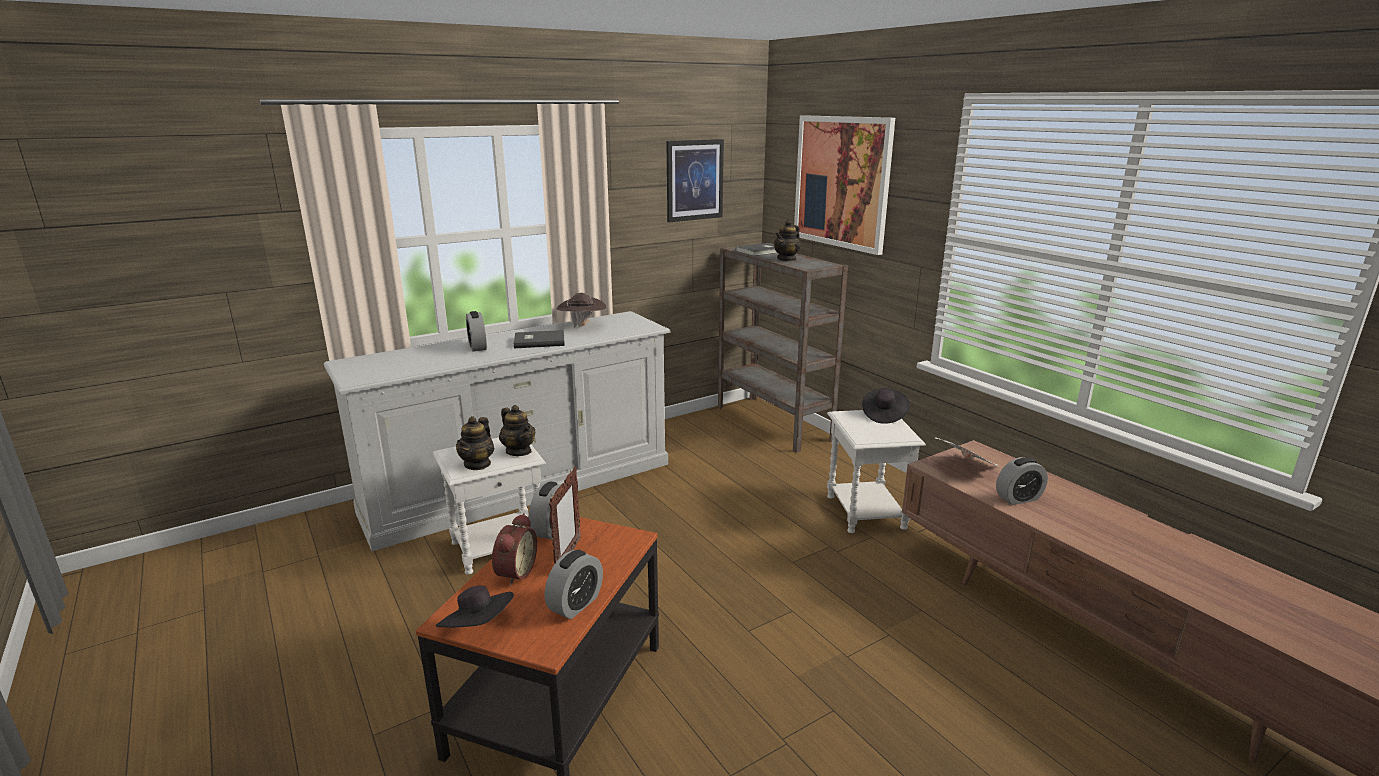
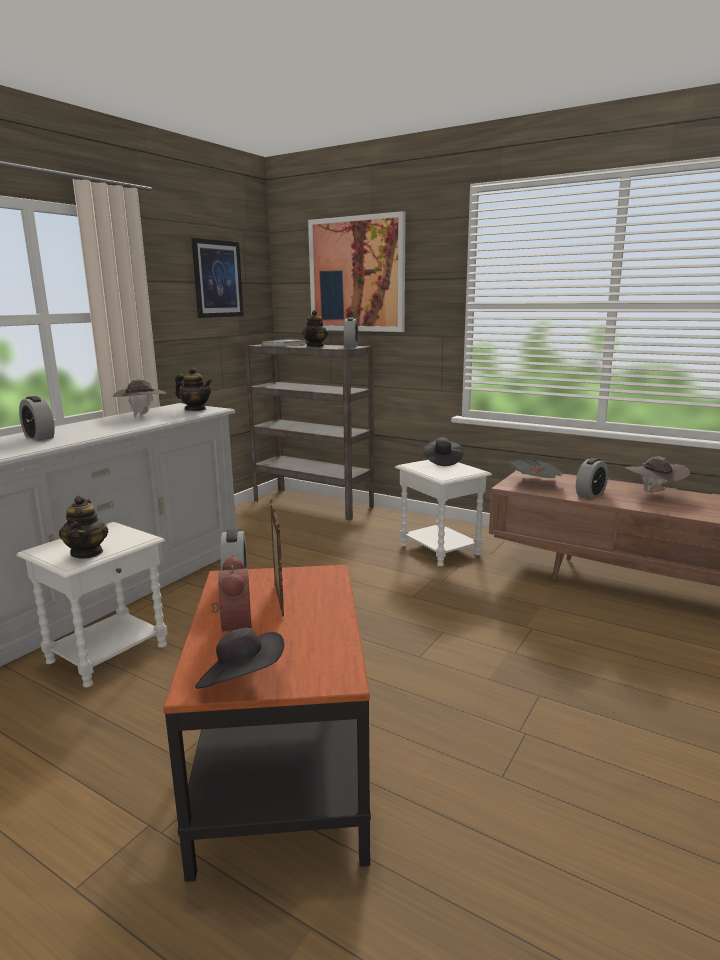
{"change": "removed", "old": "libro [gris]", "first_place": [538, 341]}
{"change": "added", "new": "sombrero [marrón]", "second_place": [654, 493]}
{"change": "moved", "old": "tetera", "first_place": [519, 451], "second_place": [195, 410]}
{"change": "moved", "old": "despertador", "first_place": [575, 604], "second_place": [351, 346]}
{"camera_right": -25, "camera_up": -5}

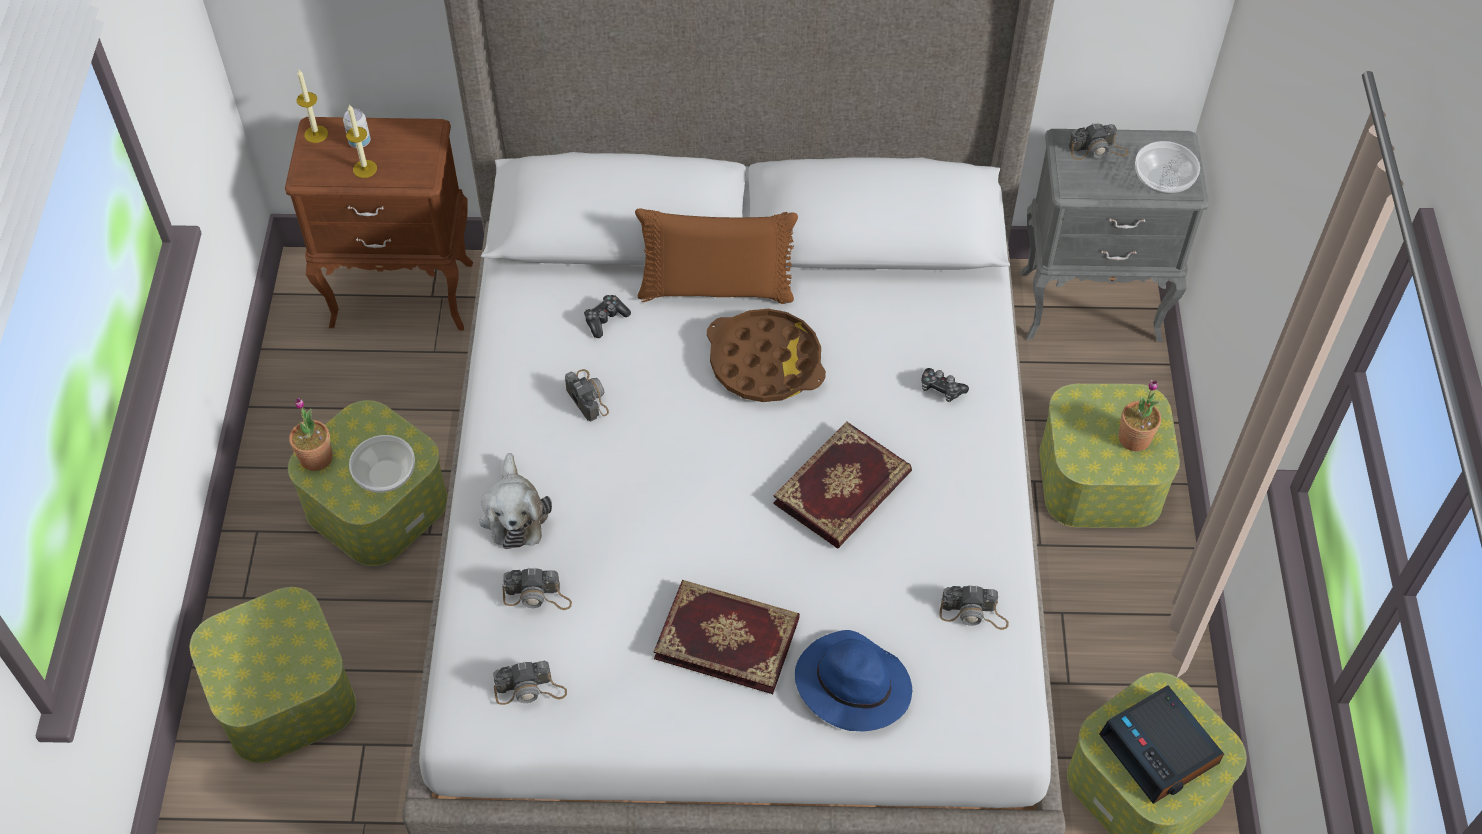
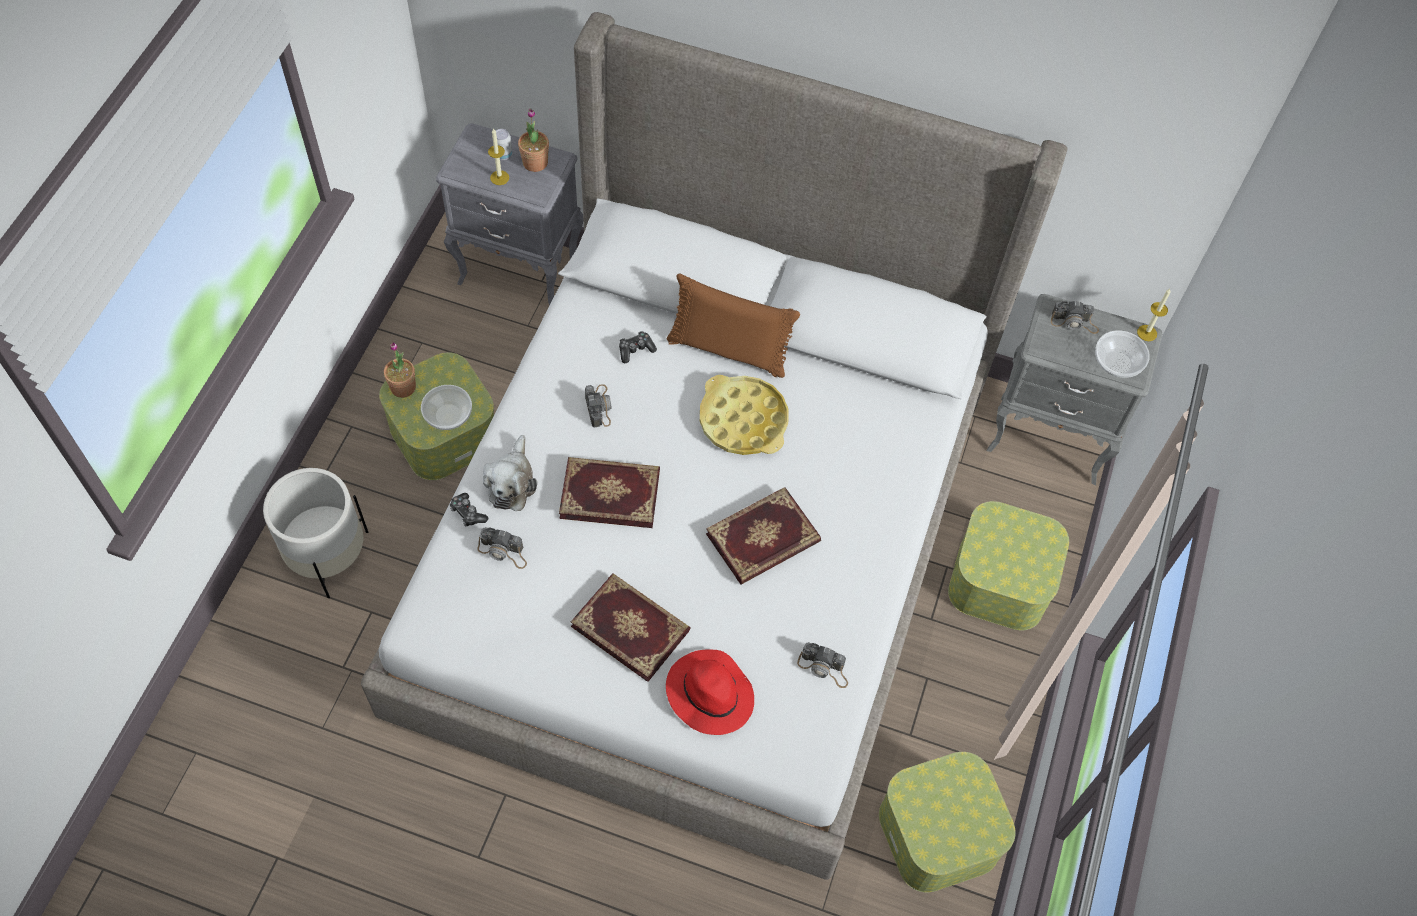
{"change": "removed", "old": "cámara", "first_place": [530, 689]}
{"change": "removed", "old": "despertador", "first_place": [1160, 750]}
{"change": "added", "new": "libro", "second_place": [610, 492]}
{"change": "moved", "old": "vela", "first_place": [316, 134], "second_place": [1147, 333]}
{"change": "moved", "old": "mando de consola", "first_place": [941, 389], "second_place": [467, 513]}
{"change": "moved", "old": "planta en maceta", "first_place": [1134, 438], "second_place": [535, 162]}
{"change": "replaced", "old": "caja de almacenaje", "new": "maceta [blanco]", "first_place": [283, 694], "second_place": [327, 556]}
{"change": "recoloured", "old": "mesita de noche [marrón]", "new": "mesita de noche [gris]", "first_place": [403, 294], "second_place": [520, 273]}
{"change": "recoloured", "old": "bandeja [marrón]", "new": "bandeja [amarillo]", "first_place": [765, 362], "second_place": [743, 420]}
{"change": "recoloured", "old": "sombrero [azul]", "new": "sombrero [rojo]", "first_place": [851, 685], "second_place": [709, 693]}
{"camera_right": 15, "camera_up": 5}

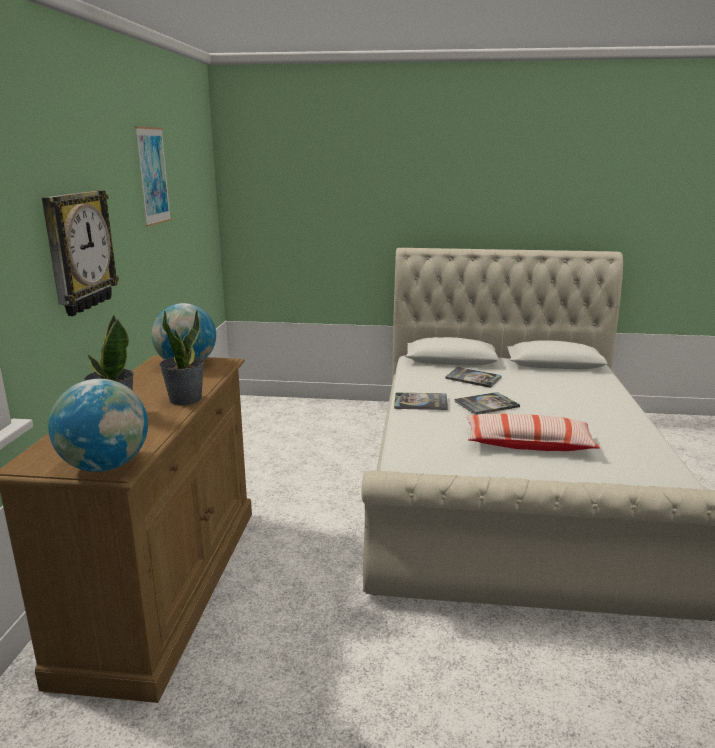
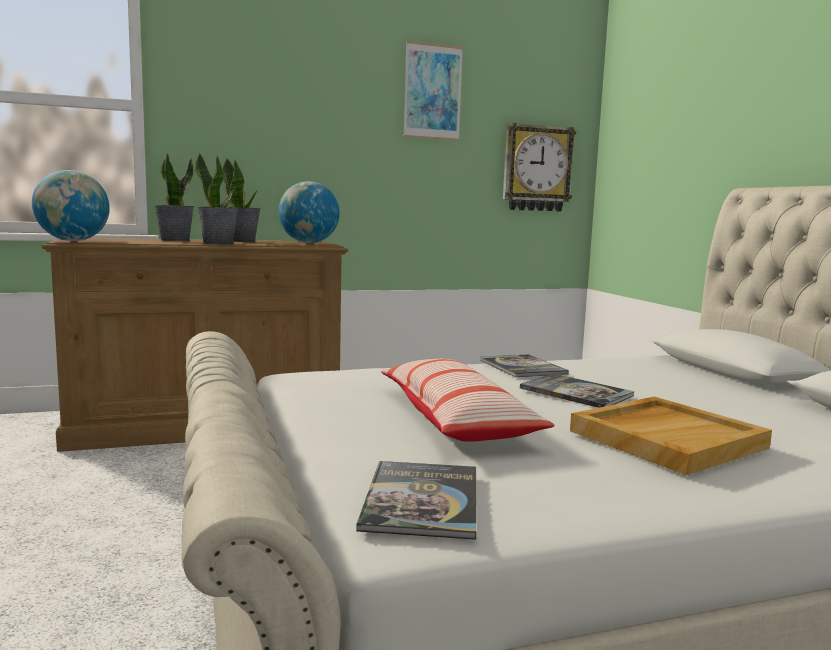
{"change": "added", "new": "planta en maceta", "second_place": [242, 241]}
{"change": "added", "new": "bandeja [beis]", "second_place": [666, 439]}
{"change": "moved", "old": "reloj de pared", "first_place": [78, 251], "second_place": [536, 168]}
{"change": "moved", "old": "libro", "first_place": [473, 378], "second_place": [422, 500]}
{"camera_right": 65, "camera_up": -10}

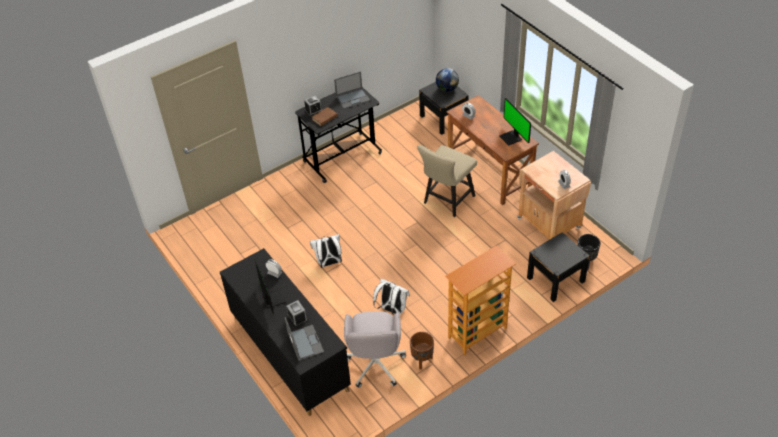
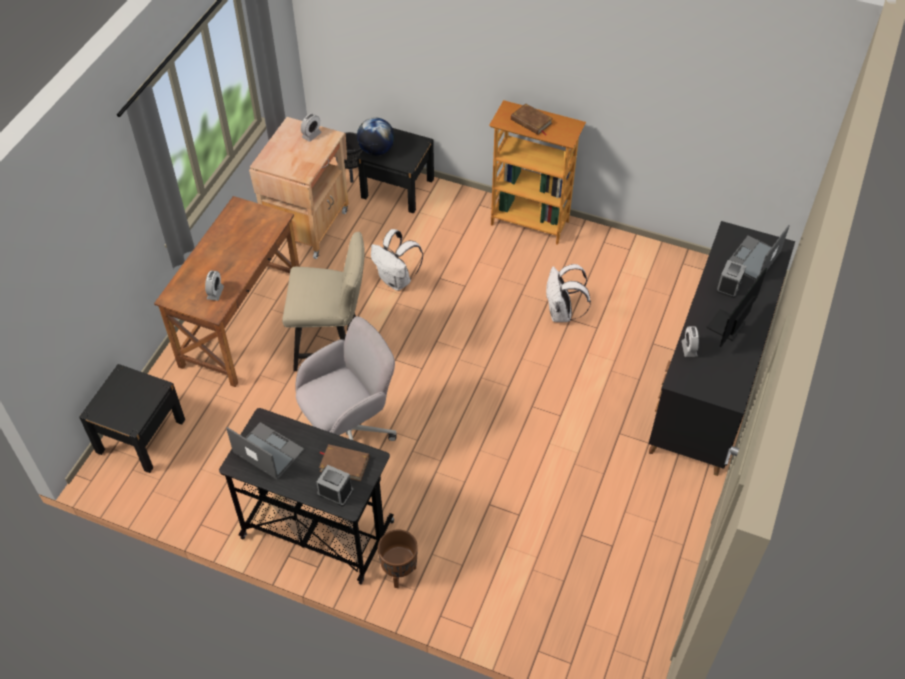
{"change": "removed", "old": "monitor", "first_place": [511, 138]}
{"change": "added", "new": "libro [marrón]", "second_place": [531, 122]}
{"change": "moved", "old": "mochila [blanco]", "first_place": [329, 263], "second_place": [397, 280]}
{"change": "moved", "old": "silla de oficina [gris]", "first_place": [375, 365], "second_place": [350, 436]}
{"change": "moved", "old": "maceta [marrón]", "first_place": [422, 361], "second_place": [400, 572]}
{"change": "moved", "old": "globo terráqueo", "first_place": [447, 89], "second_place": [376, 150]}
{"camera_right": -125, "camera_up": 5}

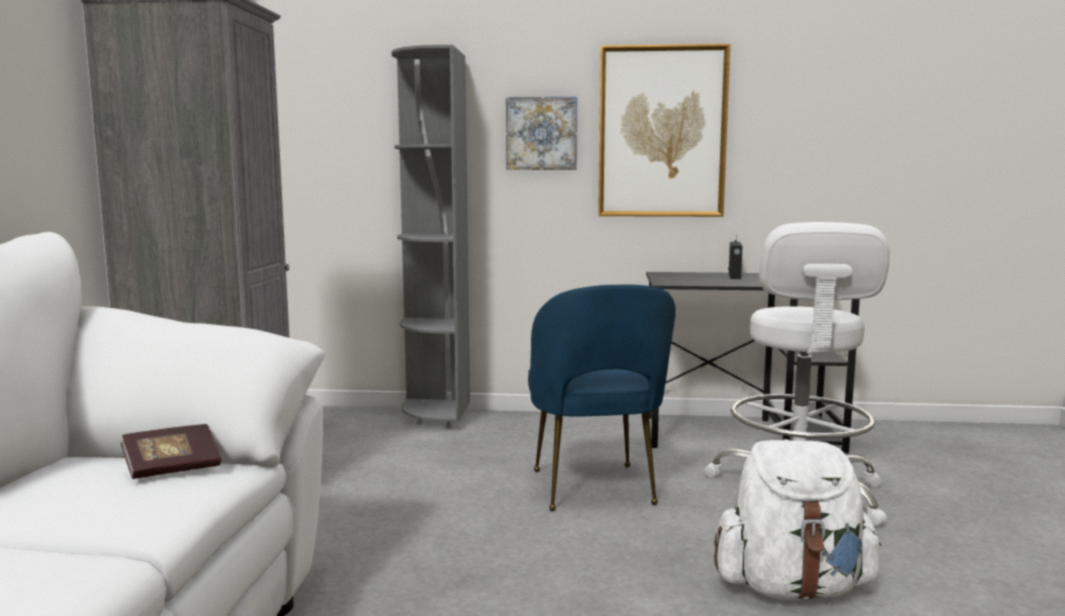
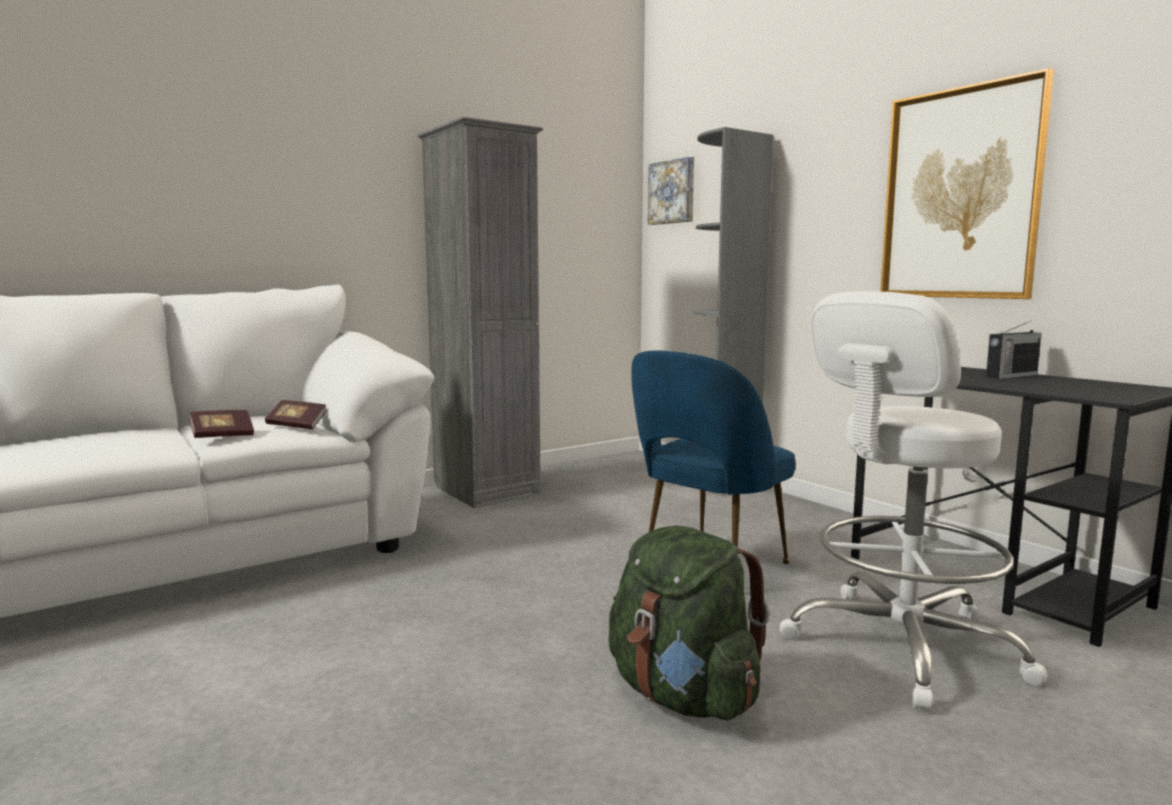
{"change": "added", "new": "libro", "second_place": [222, 436]}
{"change": "moved", "old": "cuadro", "first_place": [541, 134], "second_place": [672, 192]}
{"change": "recoloured", "old": "mochila [blanco]", "new": "mochila [verde]", "first_place": [792, 588], "second_place": [683, 695]}
{"camera_right": 50, "camera_up": 0}

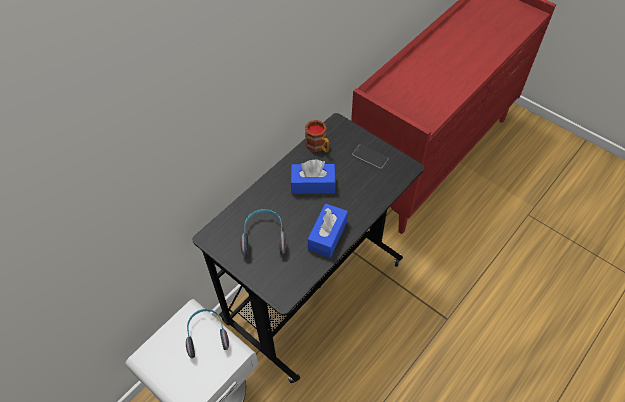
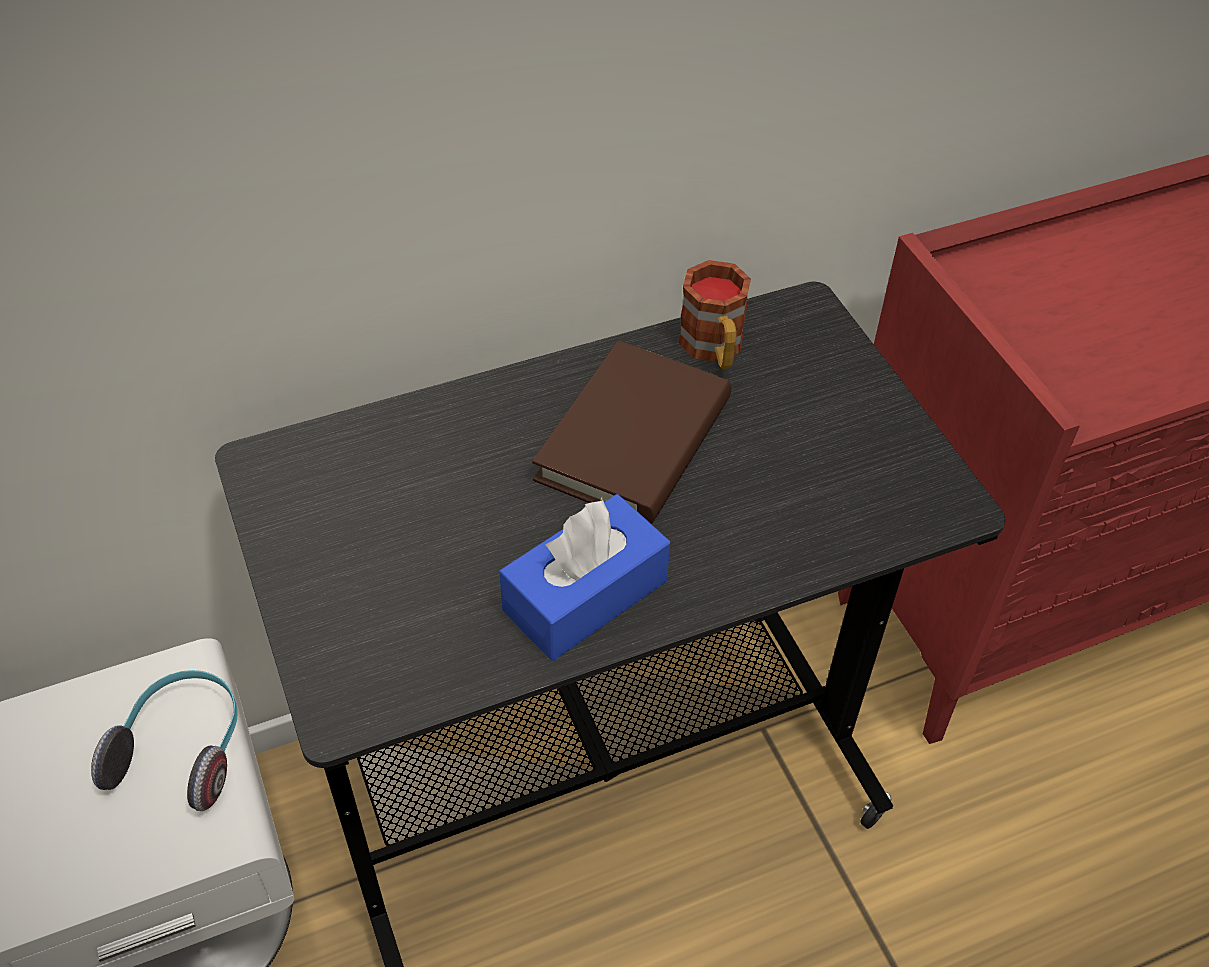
{"change": "removed", "old": "auriculares", "first_place": [264, 237]}
{"change": "removed", "old": "móvil", "first_place": [370, 156]}
{"change": "replaced", "old": "caja de pañuelos [azul]", "new": "libro [marrón]", "first_place": [313, 184], "second_place": [634, 440]}
{"camera_right": 25, "camera_up": -5}

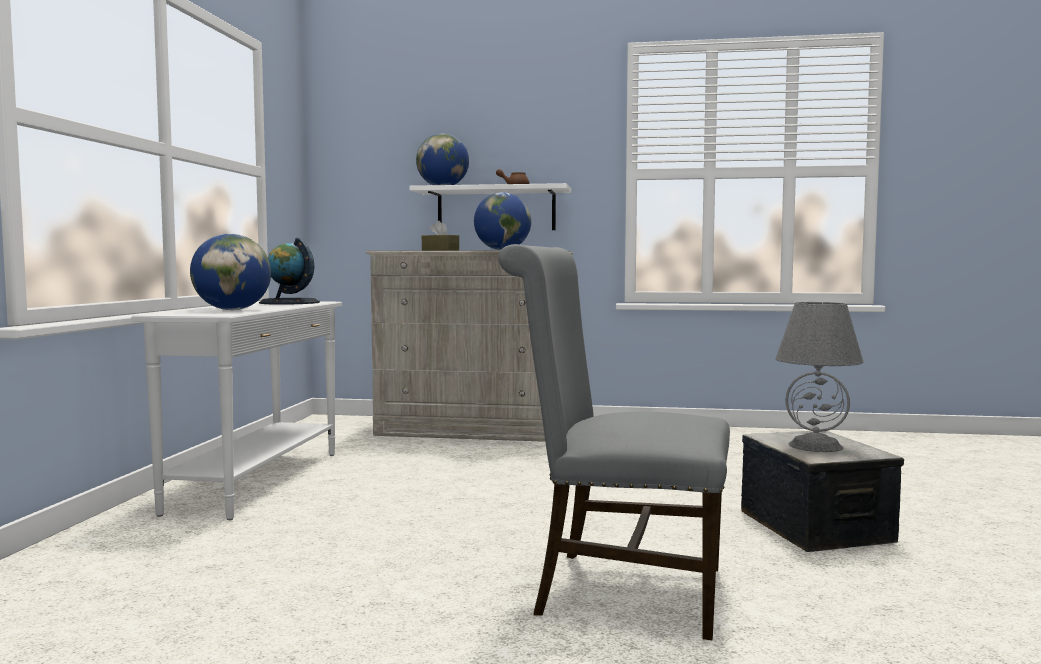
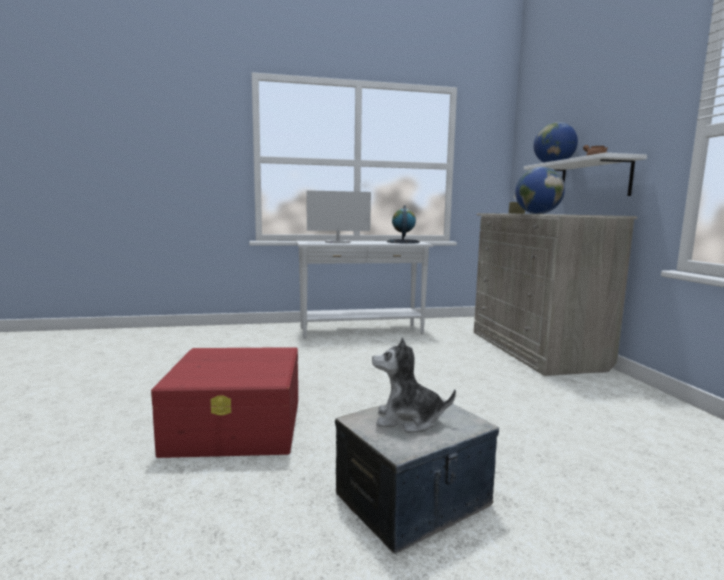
{"change": "replaced", "old": "globo terráqueo", "new": "monitor", "first_place": [232, 310], "second_place": [338, 242]}
{"change": "replaced", "old": "silla [gris]", "new": "caja de almacenaje [rojo]", "first_place": [617, 589], "second_place": [237, 425]}
{"change": "replaced", "old": "lámpara de mesa [gris]", "new": "peluche", "first_place": [816, 445], "second_place": [408, 420]}
{"camera_right": 70, "camera_up": 5}

